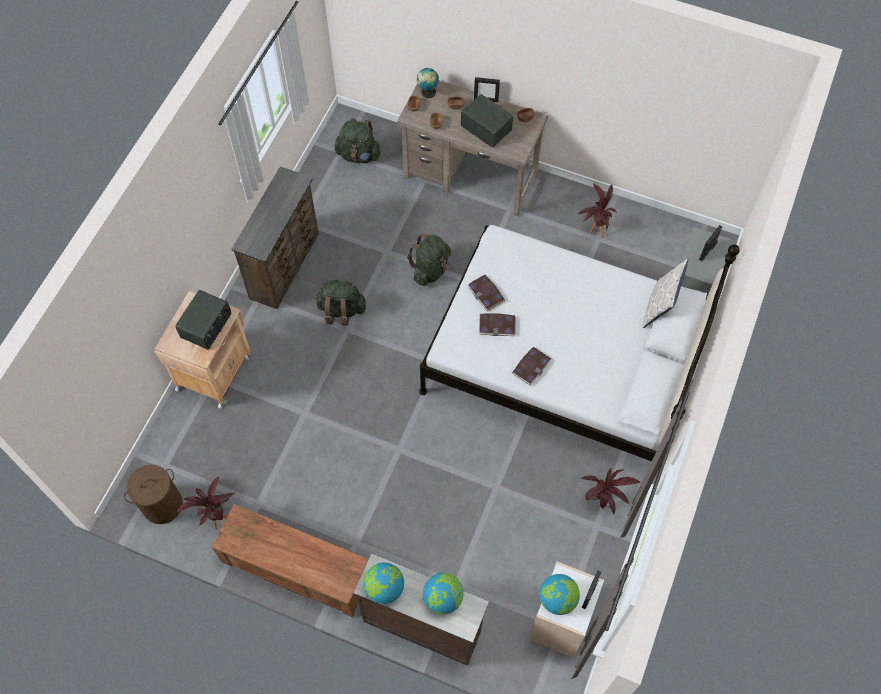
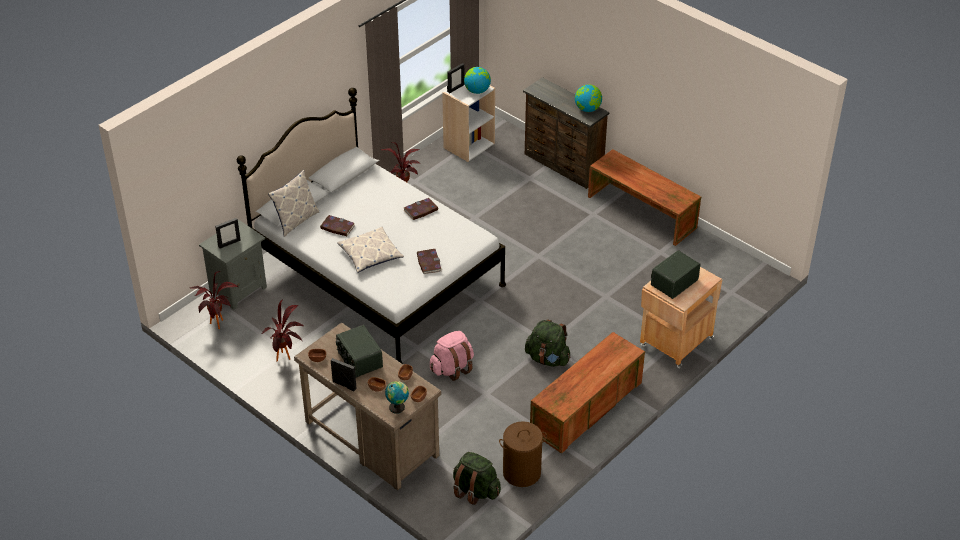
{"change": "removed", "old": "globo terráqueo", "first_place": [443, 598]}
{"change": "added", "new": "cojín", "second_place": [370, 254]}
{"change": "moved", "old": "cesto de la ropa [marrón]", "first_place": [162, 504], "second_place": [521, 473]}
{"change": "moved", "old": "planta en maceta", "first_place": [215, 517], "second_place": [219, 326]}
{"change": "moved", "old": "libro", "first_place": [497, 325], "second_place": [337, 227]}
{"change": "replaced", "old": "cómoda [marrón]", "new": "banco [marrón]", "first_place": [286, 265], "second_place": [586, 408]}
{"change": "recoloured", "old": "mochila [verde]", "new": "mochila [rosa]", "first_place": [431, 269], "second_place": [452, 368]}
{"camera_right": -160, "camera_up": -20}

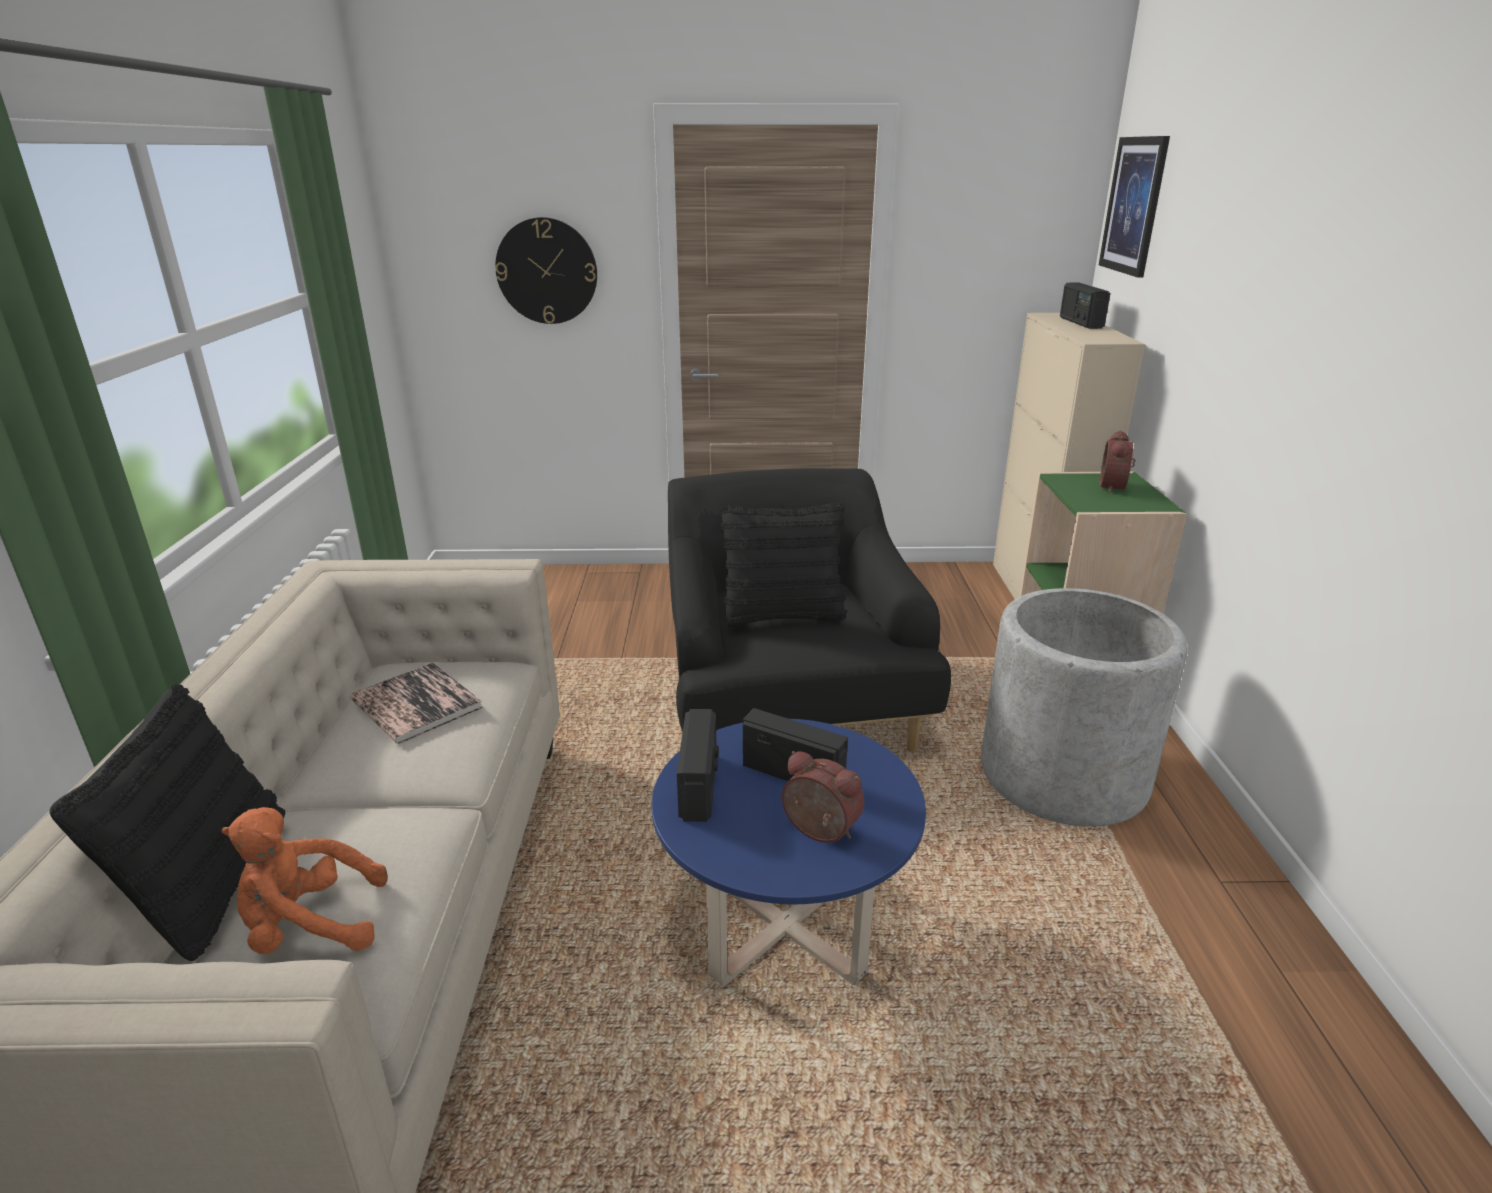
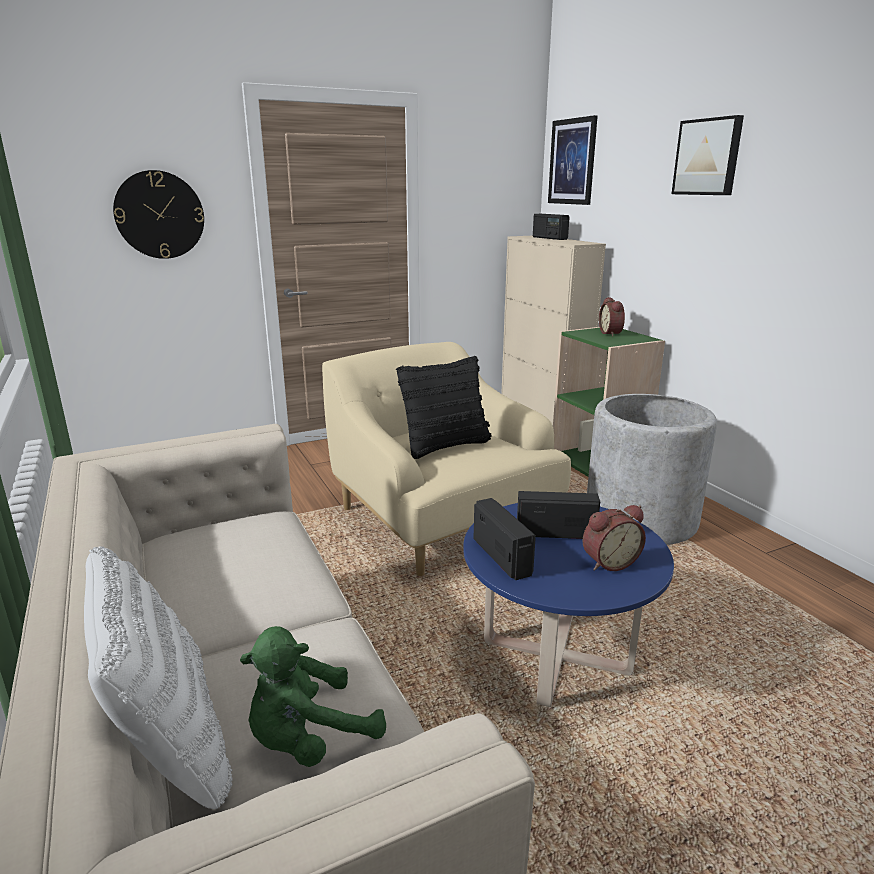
{"change": "removed", "old": "libro", "first_place": [416, 704]}
{"change": "added", "new": "cuadro", "second_place": [708, 157]}
{"change": "recoloured", "old": "cojín [negro]", "new": "cojín [blanco]", "first_place": [211, 887], "second_place": [170, 745]}
{"change": "recoloured", "old": "peluche [naranja]", "new": "peluche [verde]", "first_place": [310, 926], "second_place": [309, 738]}
{"change": "recoloured", "old": "sillón [negro]", "new": "sillón [beis]", "first_place": [788, 704], "second_place": [440, 518]}
{"change": "turned", "old": "despertador", "first_place": [818, 832], "second_place": [608, 562], "degrees": 150}
{"camera_right": -25, "camera_up": -5}

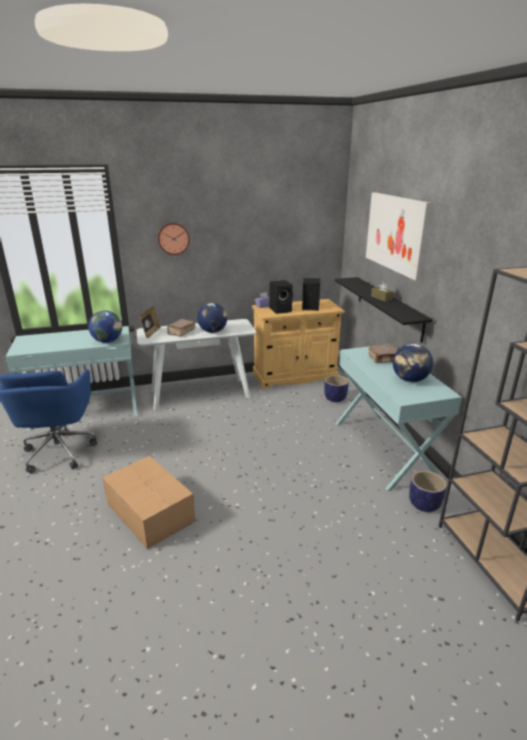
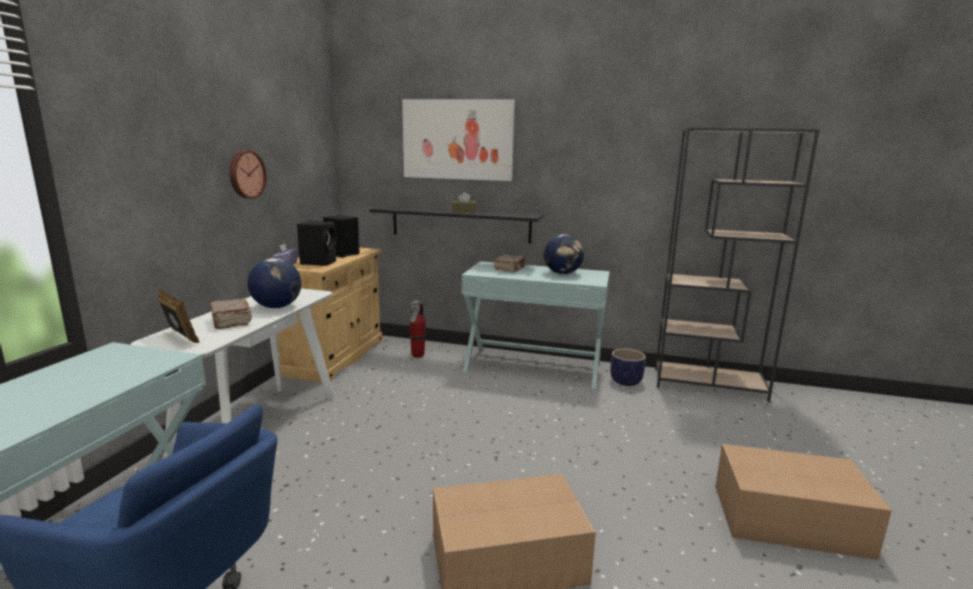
{"change": "removed", "old": "globo terráqueo", "first_place": [107, 341]}
{"change": "added", "new": "caja de cartón", "second_place": [791, 520]}
{"change": "moved", "old": "reloj de pared", "first_place": [173, 238], "second_place": [246, 174]}
{"change": "replaced", "old": "maceta", "new": "extintor", "first_place": [335, 398], "second_place": [417, 355]}
{"camera_right": -60, "camera_up": -10}

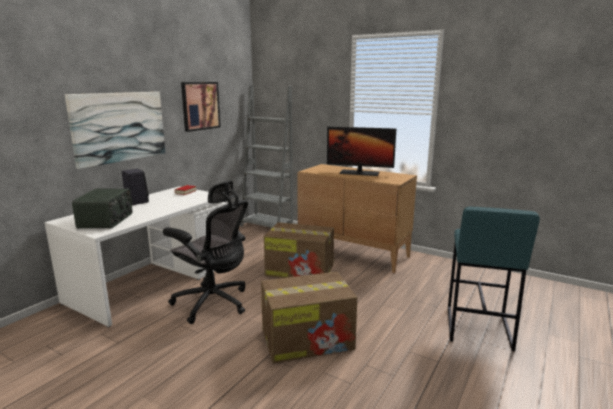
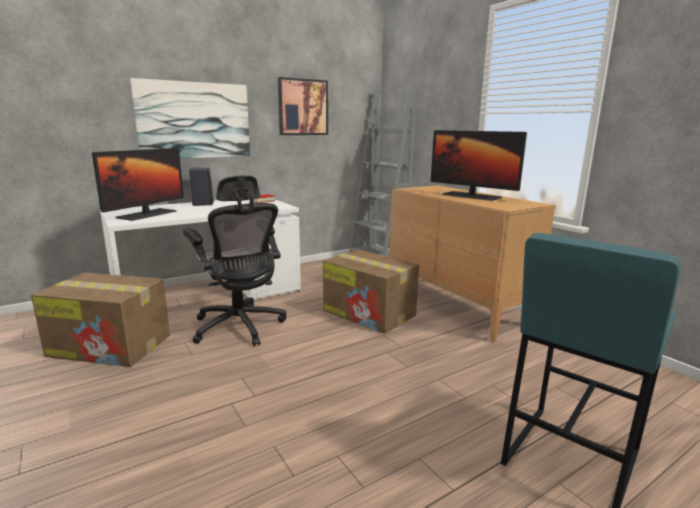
{"change": "moved", "old": "caja de cartón", "first_place": [308, 339], "second_place": [111, 345]}
{"change": "replaced", "old": "radio", "new": "monitor", "first_place": [107, 220], "second_place": [147, 214]}
{"camera_right": 25, "camera_up": 0}

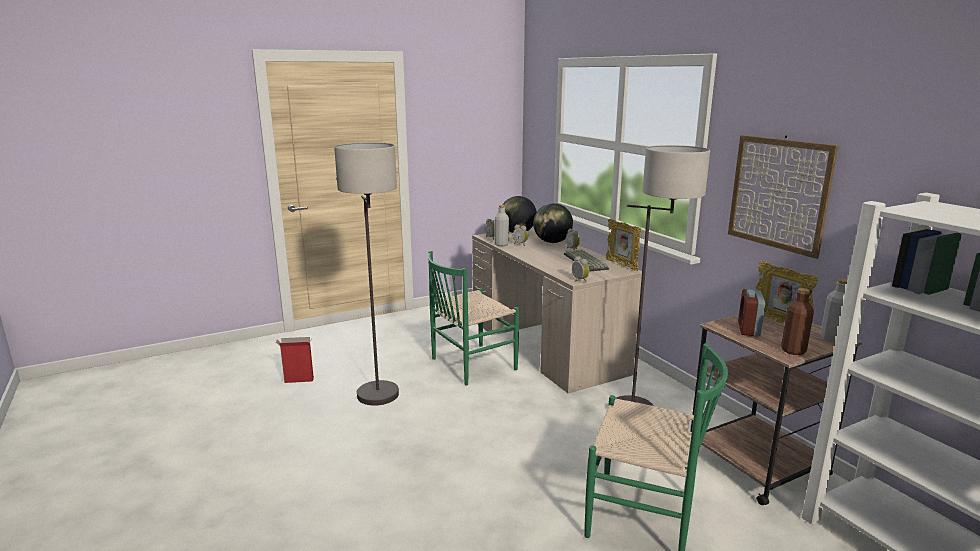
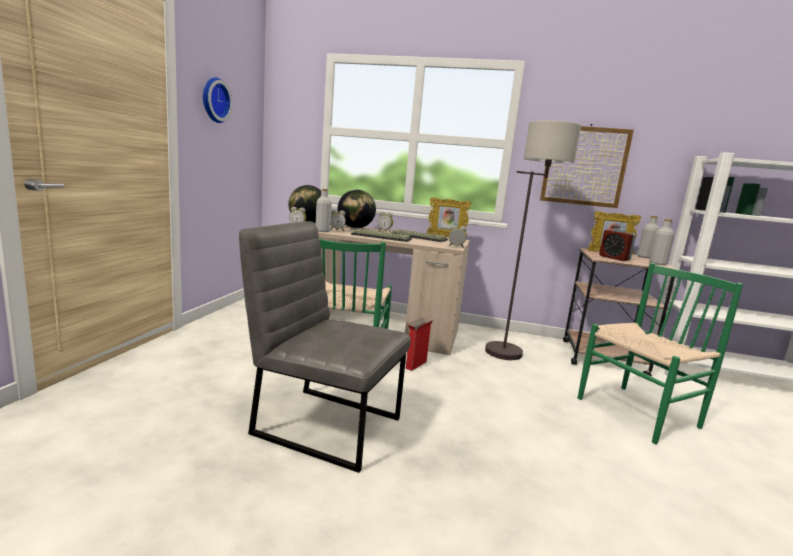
{"change": "added", "new": "reloj de pared", "second_place": [214, 100]}
{"change": "added", "new": "teclado", "second_place": [382, 237]}
{"change": "moved", "old": "caja de cartón", "first_place": [298, 380], "second_place": [415, 365]}
{"change": "replaced", "old": "lámpara de pie [gris]", "new": "silla [gris]", "first_place": [380, 401], "second_place": [324, 424]}
{"change": "recoloured", "old": "botella [marrón]", "new": "botella [gris]", "first_place": [793, 351], "second_place": [657, 264]}
{"camera_right": -50, "camera_up": -5}

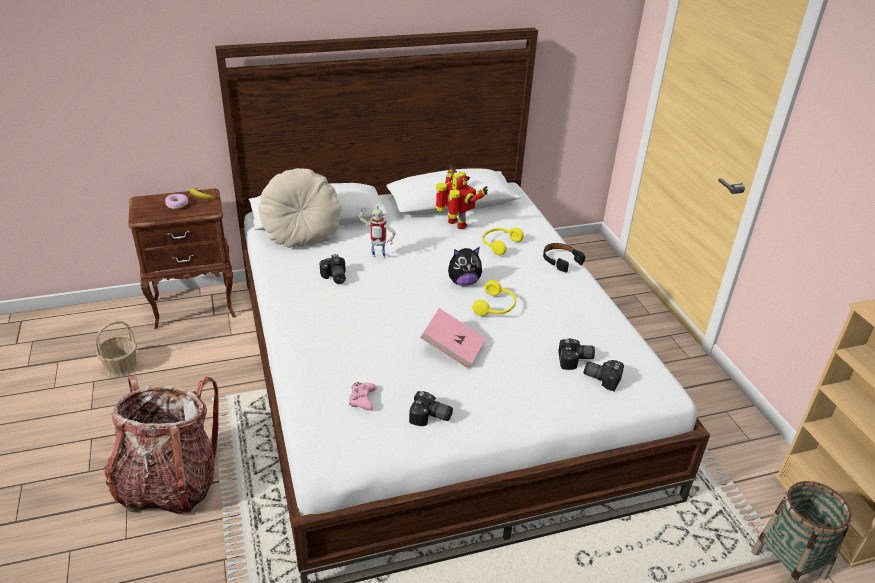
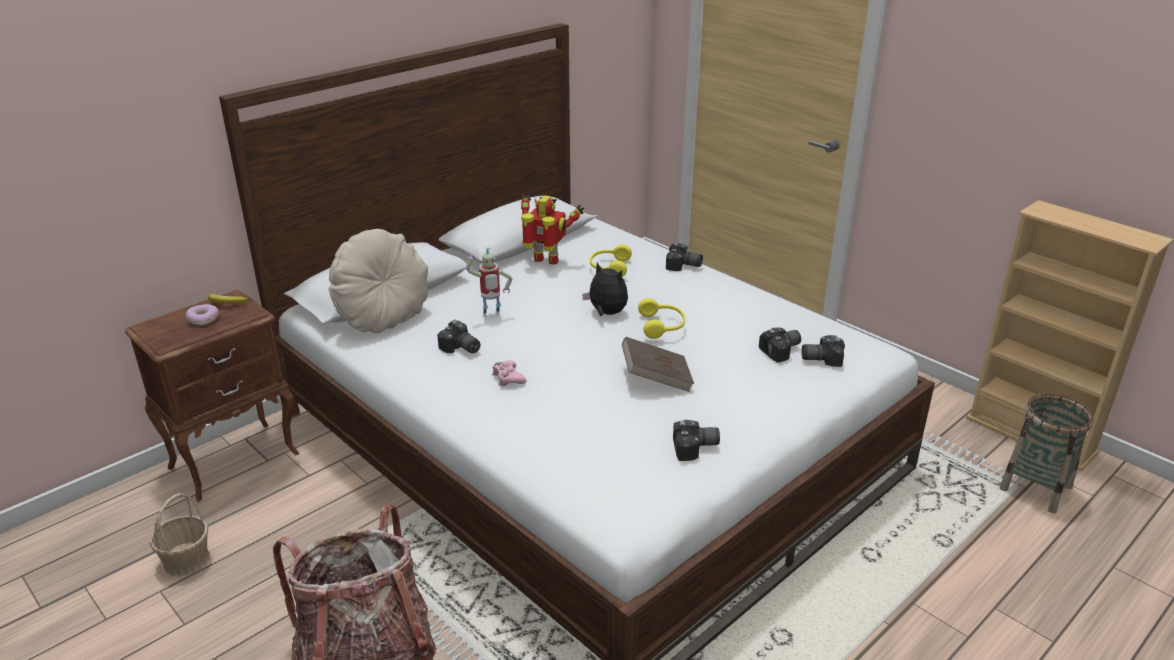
{"change": "moved", "old": "mando de consola [rosa]", "first_place": [362, 399], "second_place": [508, 378]}
{"change": "replaced", "old": "auriculares [negro]", "new": "cámara", "first_place": [560, 260], "second_place": [683, 266]}
{"change": "recoloured", "old": "libro [rosa]", "new": "libro [marrón]", "first_place": [452, 349], "second_place": [656, 379]}
{"change": "turned", "old": "peluche", "first_place": [463, 282], "second_place": [606, 313], "degrees": -105}
{"camera_right": -25, "camera_up": -5}

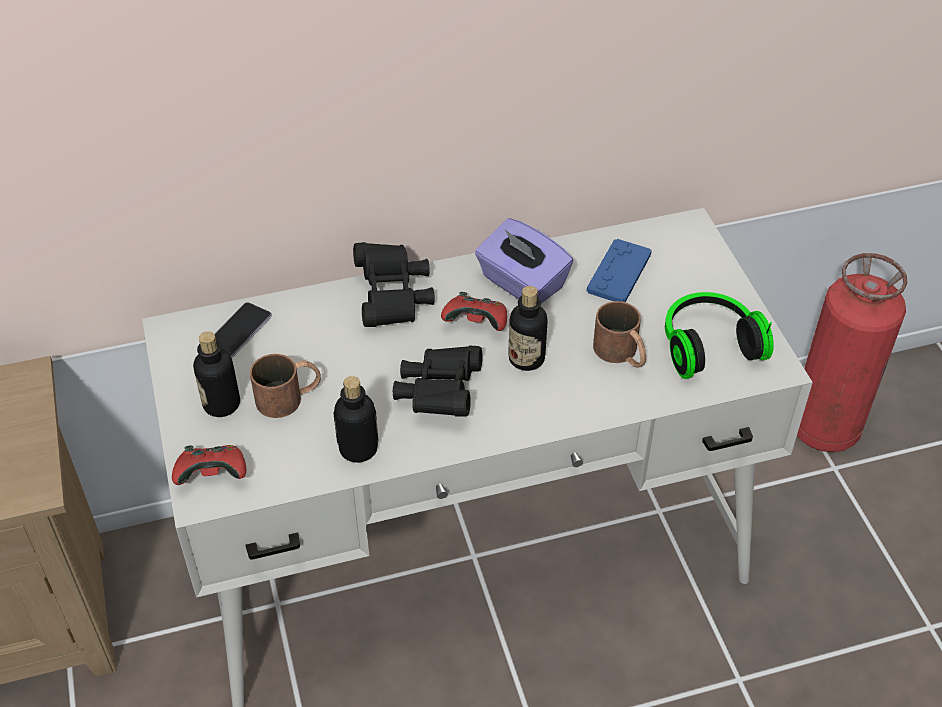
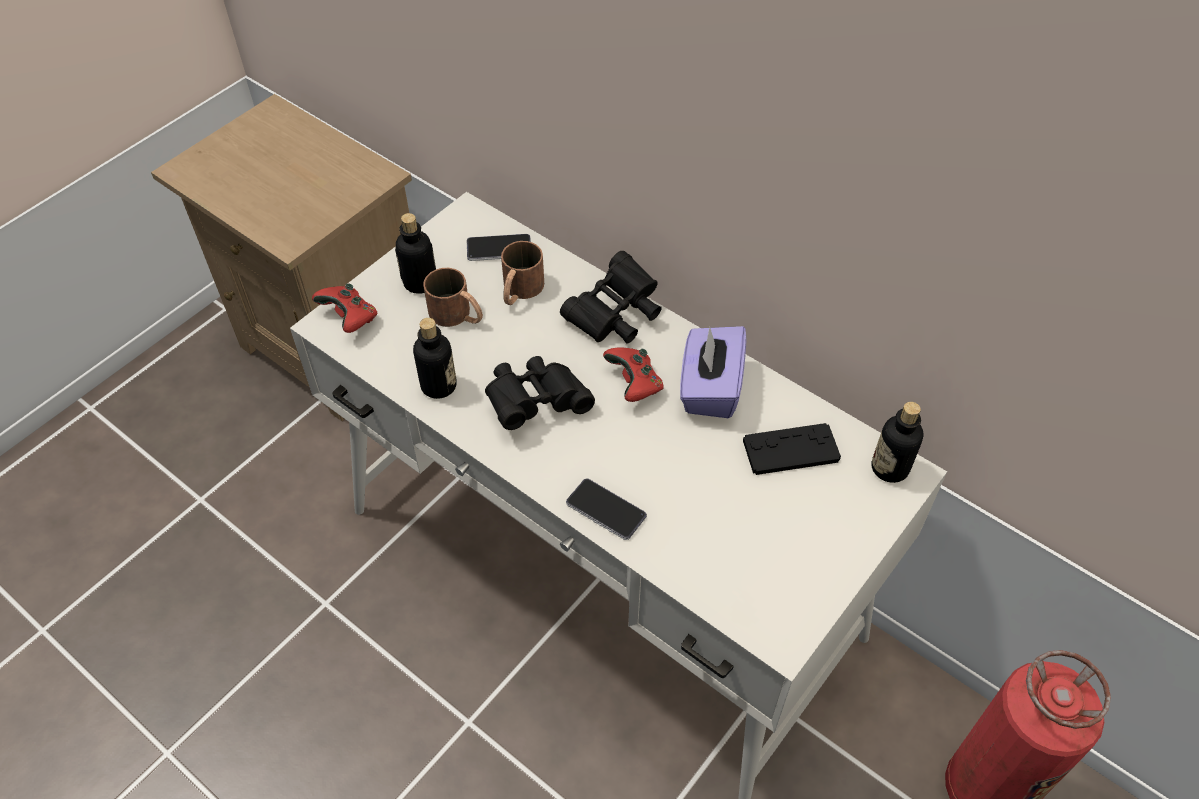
{"change": "removed", "old": "auriculares", "first_place": [708, 345]}
{"change": "added", "new": "móvil", "second_place": [606, 510]}
{"change": "moved", "old": "botella", "first_place": [526, 358], "second_place": [889, 468]}
{"change": "moved", "old": "taza grande [marrón]", "first_place": [621, 354], "second_place": [519, 291]}
{"change": "recoloured", "old": "mando de consola [azul]", "new": "mando de consola [negro]", "first_place": [619, 272], "second_place": [791, 450]}
{"camera_right": 55, "camera_up": 5}

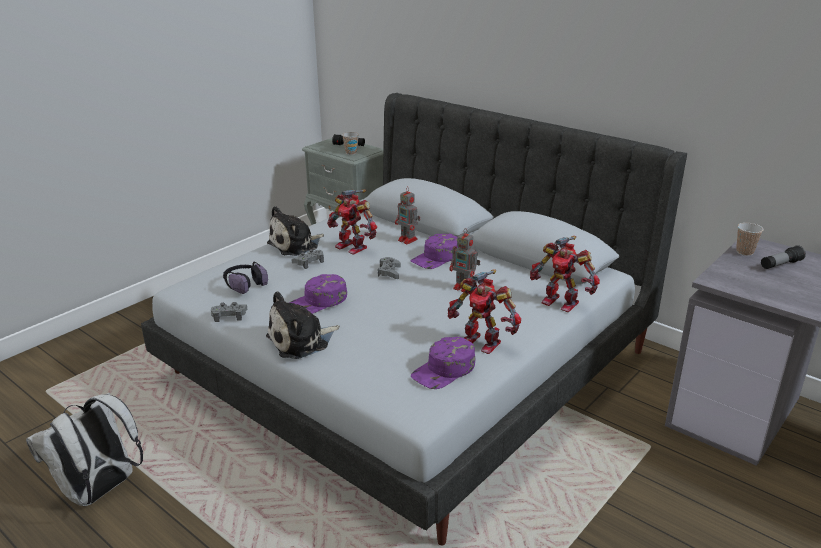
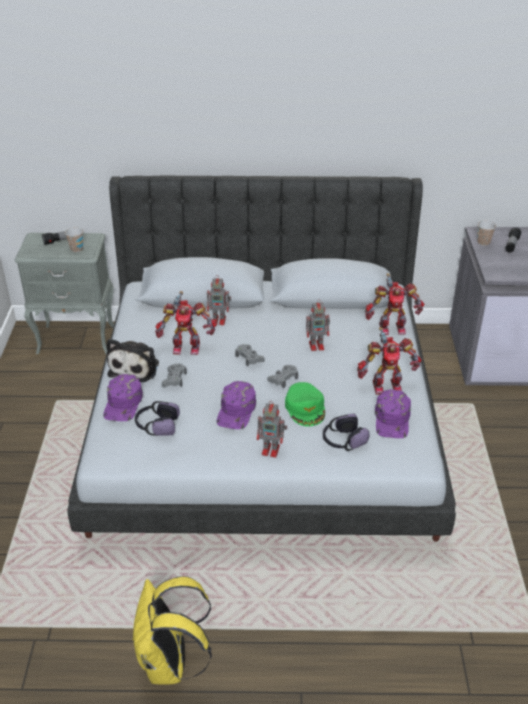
{"change": "added", "new": "gorra [verde]", "second_place": [305, 408]}
{"change": "added", "new": "auriculares", "second_place": [343, 440]}
{"change": "moved", "old": "mando de consola [gris]", "first_place": [229, 315], "second_place": [283, 379]}
{"change": "moved", "old": "gorra [morado]", "first_place": [436, 258], "second_place": [123, 403]}
{"change": "replaced", "old": "peluche", "new": "robot de juguete", "first_place": [301, 341], "second_place": [271, 450]}
{"change": "recoloured", "old": "mochila [blanco]", "new": "mochila [amarillo]", "first_place": [100, 491], "second_place": [170, 664]}
{"camera_right": -40, "camera_up": 10}

